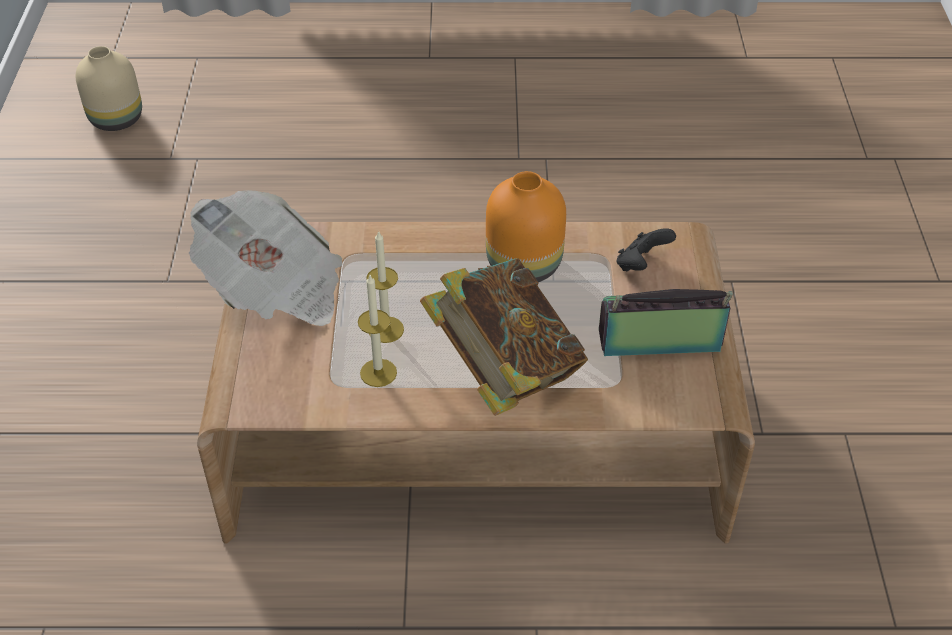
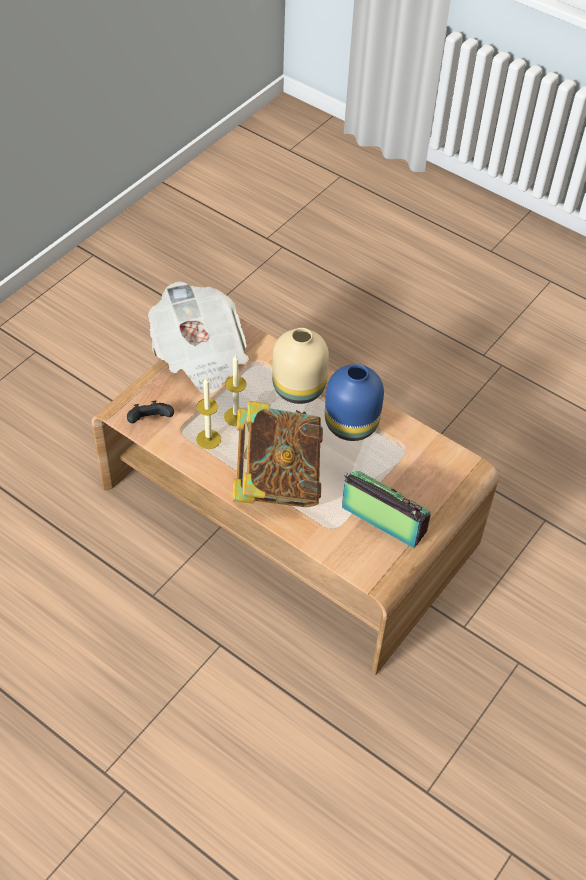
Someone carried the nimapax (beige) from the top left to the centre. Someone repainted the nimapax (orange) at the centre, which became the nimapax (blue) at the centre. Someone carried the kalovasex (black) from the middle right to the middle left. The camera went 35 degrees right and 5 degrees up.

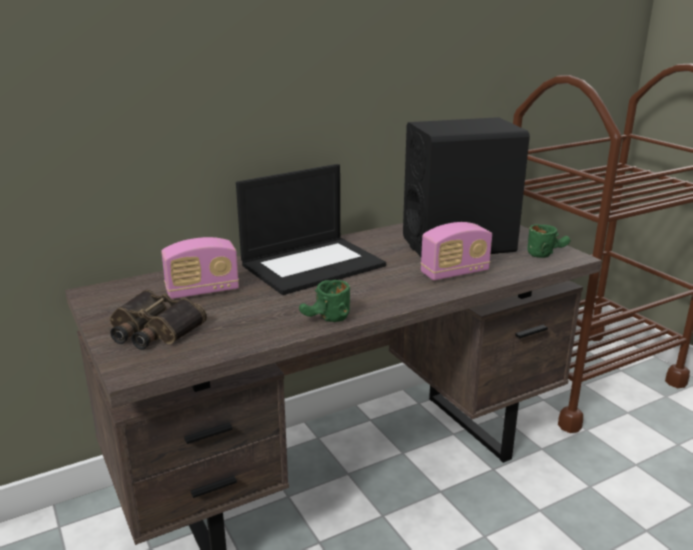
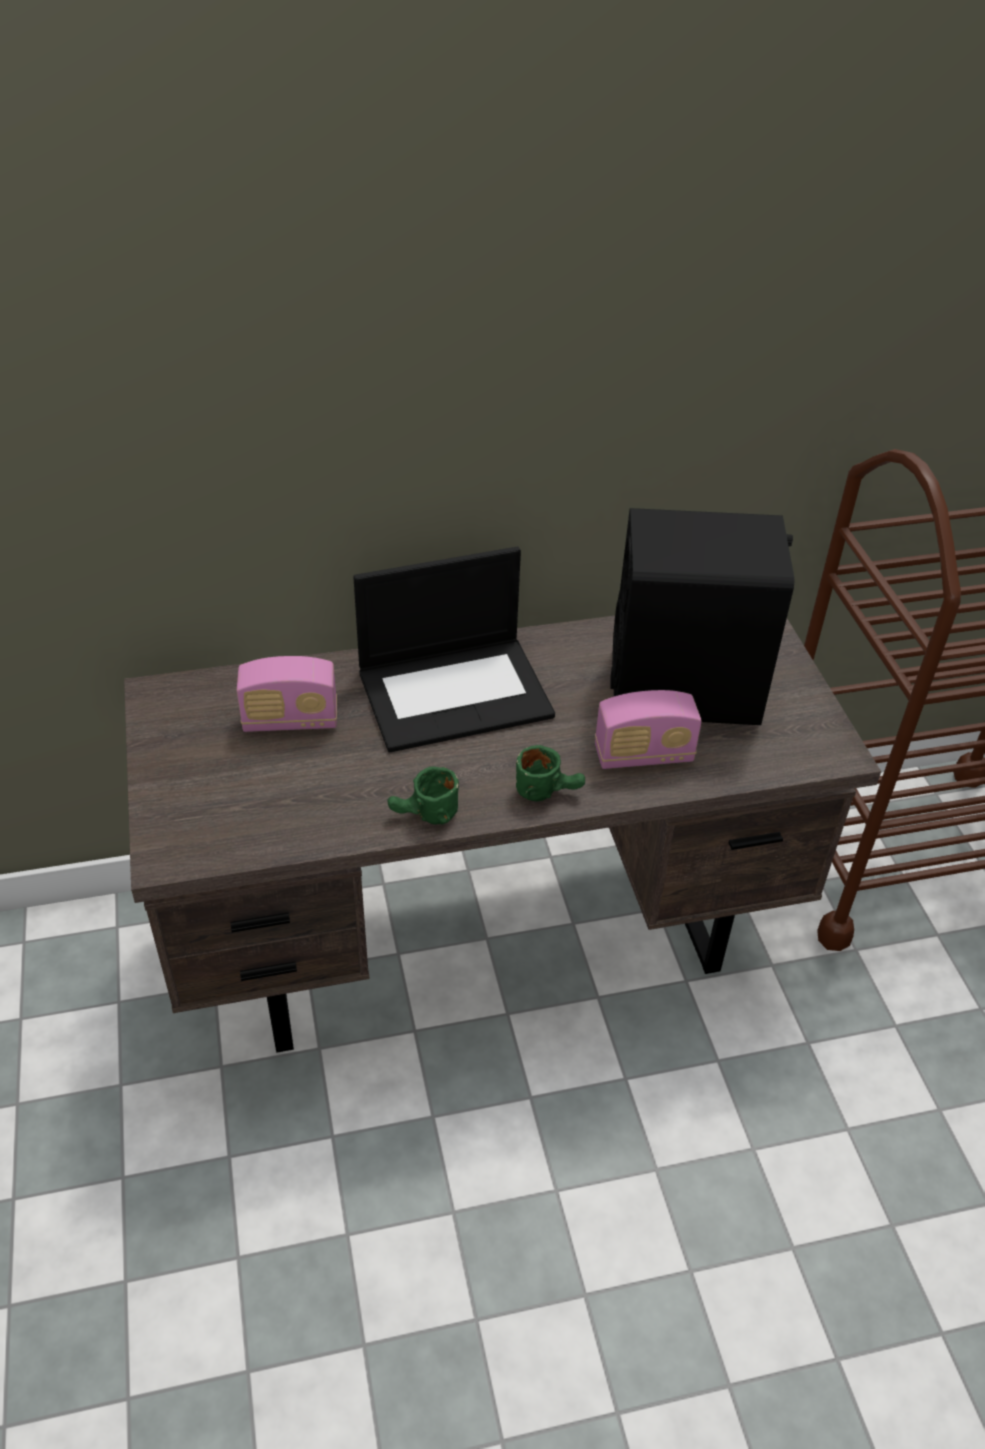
Someone carried the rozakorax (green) (2nd from left) from the middle right to the centre. Someone took away the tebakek at the middle left. The camera went 15 degrees right and 20 degrees up.

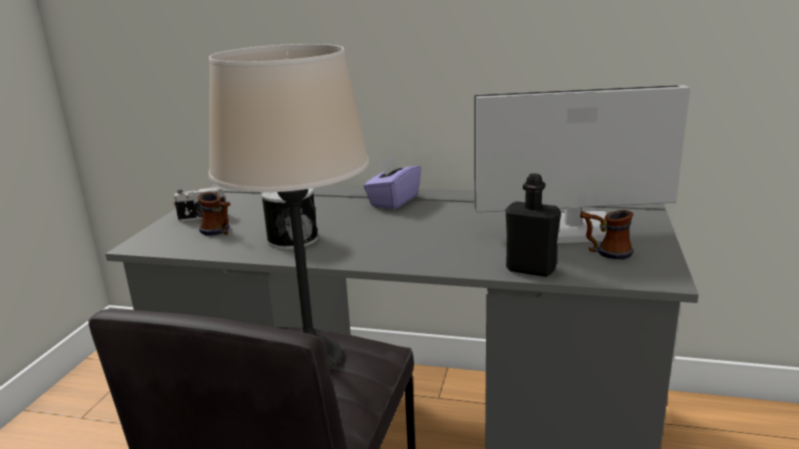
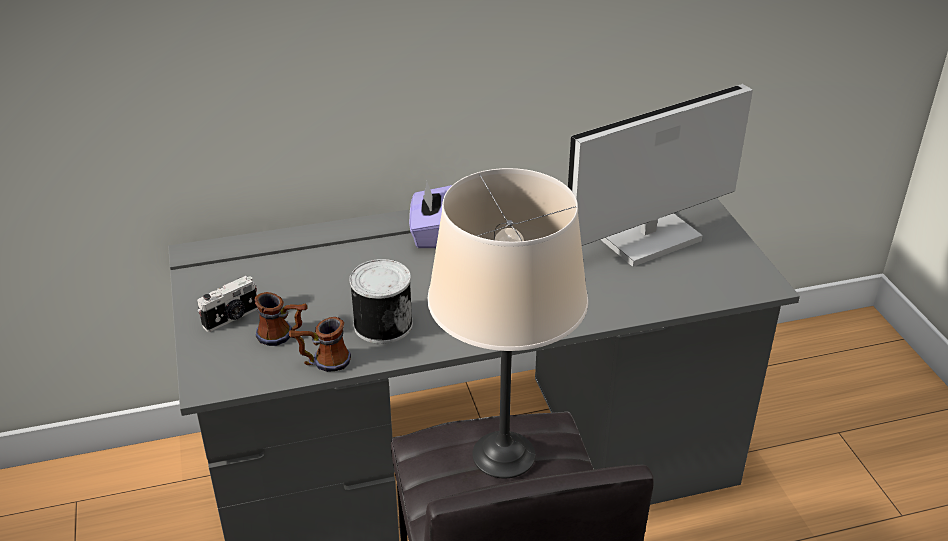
Someone took away the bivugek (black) at the middle right. Someone carried the rozakorax (2nd from left) from the middle right to the centre. The camera went 30 degrees left and 15 degrees up.

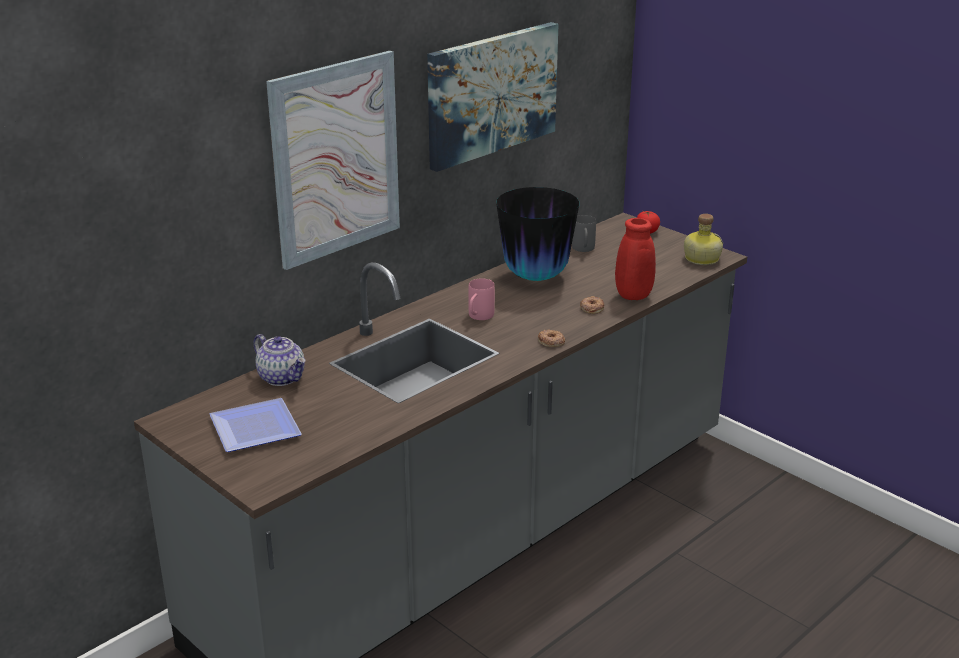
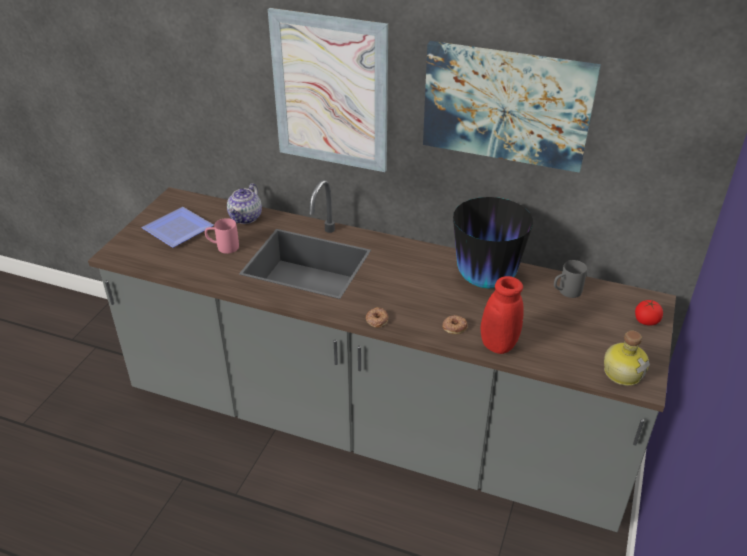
Someone carried the rozakorax (pink) from the centre to the middle left. The camera went 65 degrees right and 10 degrees up.

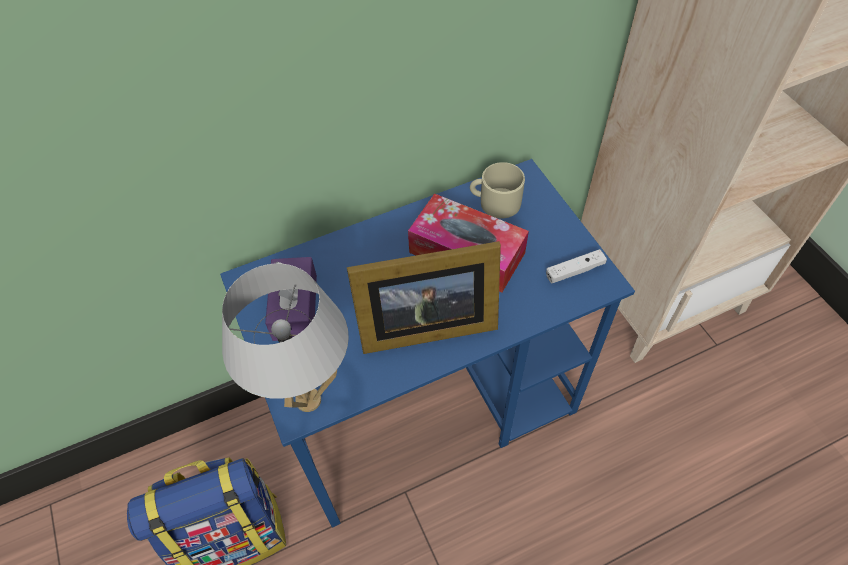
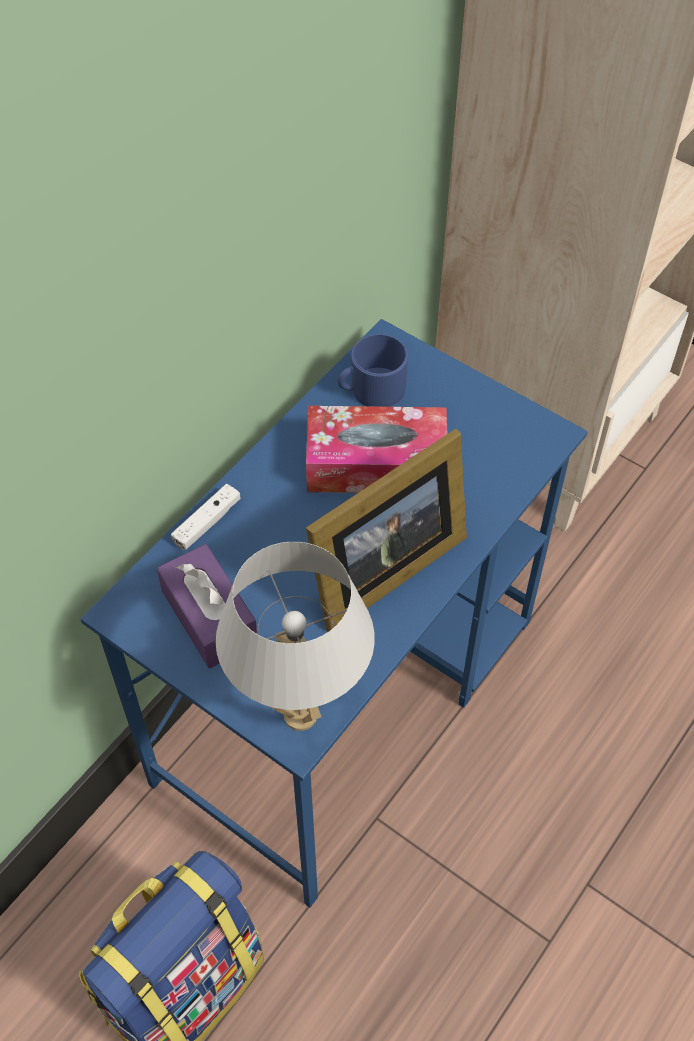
Someone repainted the rozakorax (beige) at the centre, which became the rozakorax (blue) at the centre. Someone carried the kalovasex (white) from the middle right to the middle left. The camera went 30 degrees left and 0 degrees up.

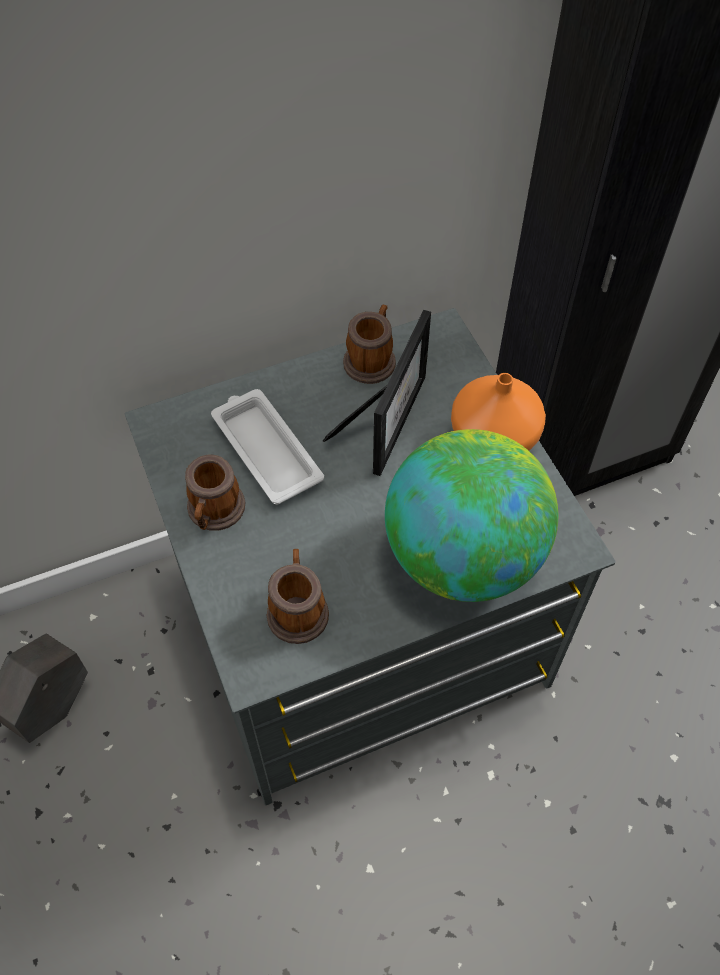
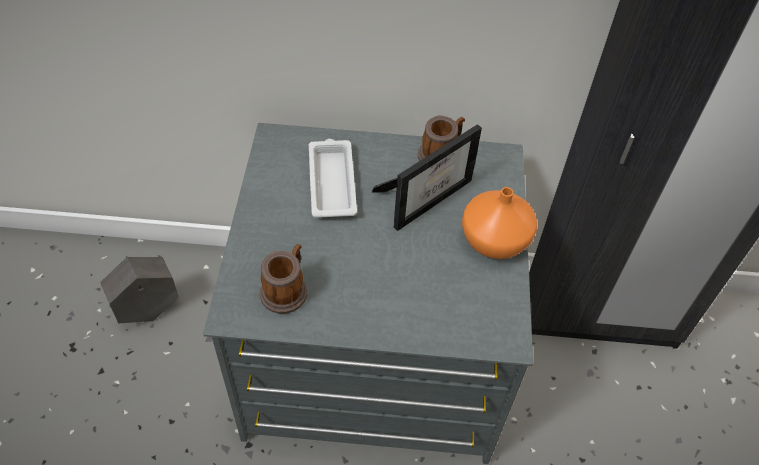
Someone took away the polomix at the centre. Someone took away the rozakorax (1st from left) at the middle left. The camera went 25 degrees right and 5 degrees down.

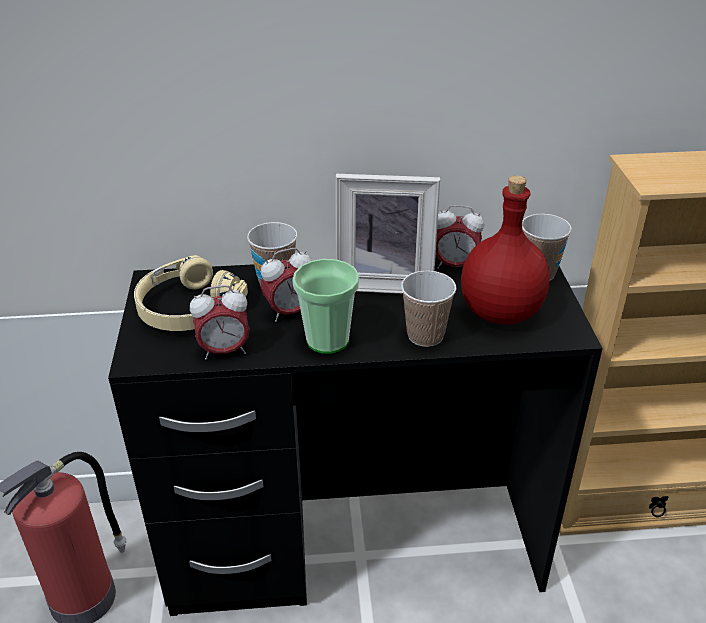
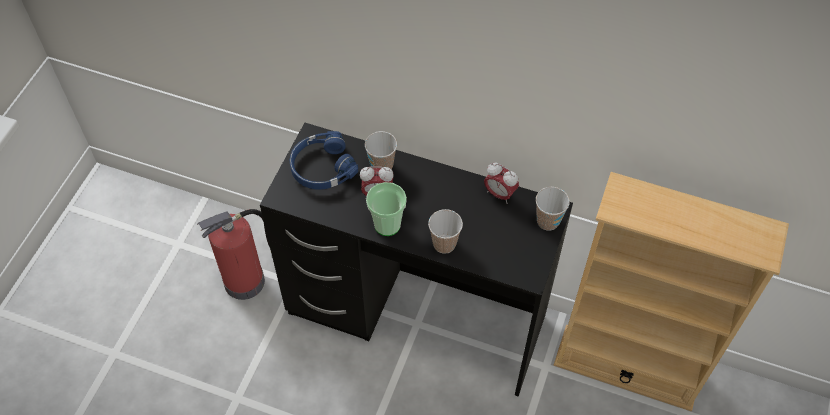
Someone took away the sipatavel at the centre. Someone took away the bivugek (red) at the middle right. Someone repainted the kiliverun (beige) at the middle left, which became the kiliverun (blue) at the centre. Someone took away the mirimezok (1st from left) at the middle left. The camera went 25 degrees right and 20 degrees up.

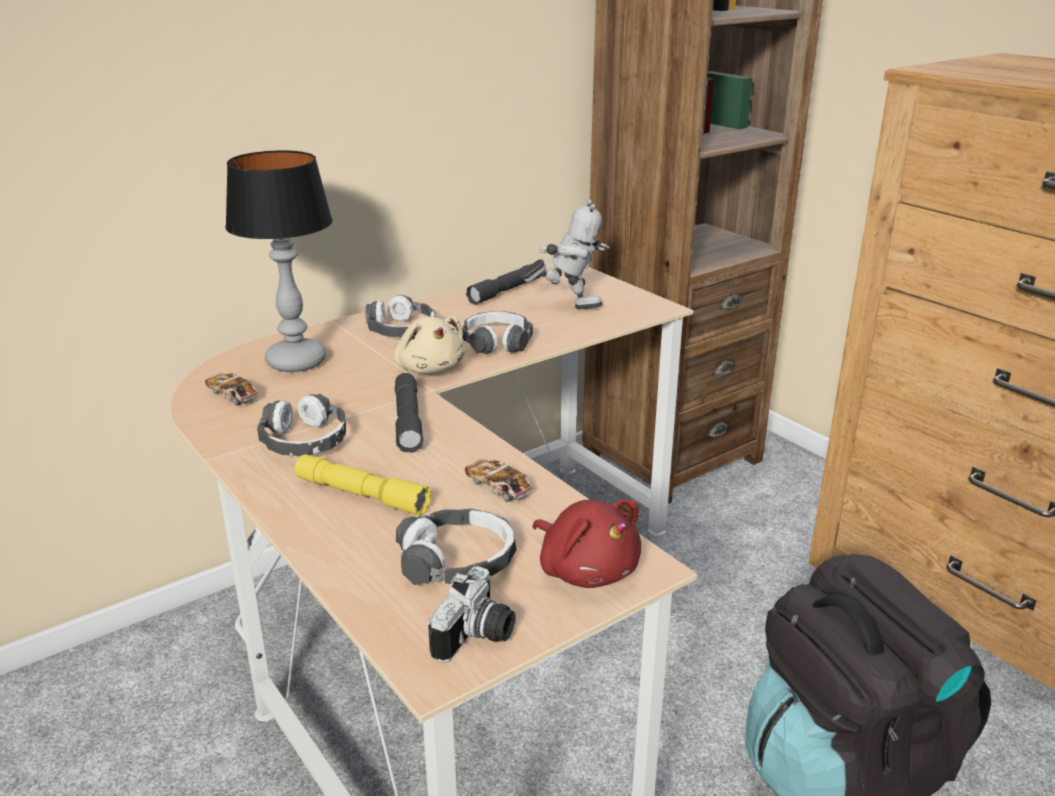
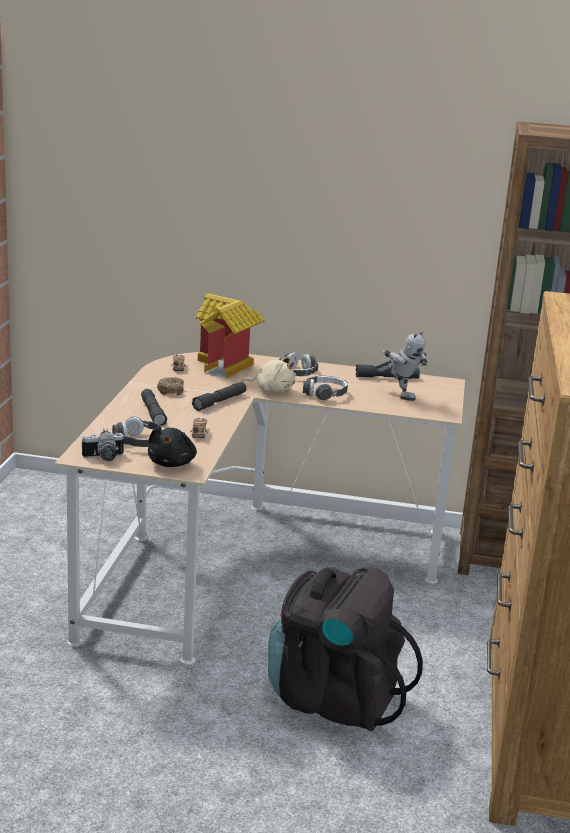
Someone swapped the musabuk at the top left for the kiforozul at the centre. Someone rotated the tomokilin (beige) at the centre by 90 degrees counterclockwise. Someone swapped the kiliverun (1st from left) at the middle left for the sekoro at the middle left. Someone repainted the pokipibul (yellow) at the centre, which became the pokipibul (grey) (1st from left) at the middle left. Someone repainted the tomokilin (red) at the bottom centre, which became the tomokilin (black) at the middle left. The camera went 45 degrees right and 5 degrees down.

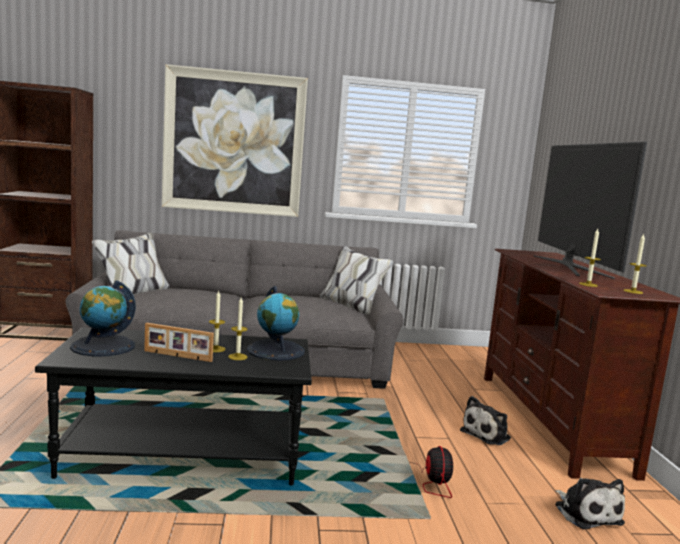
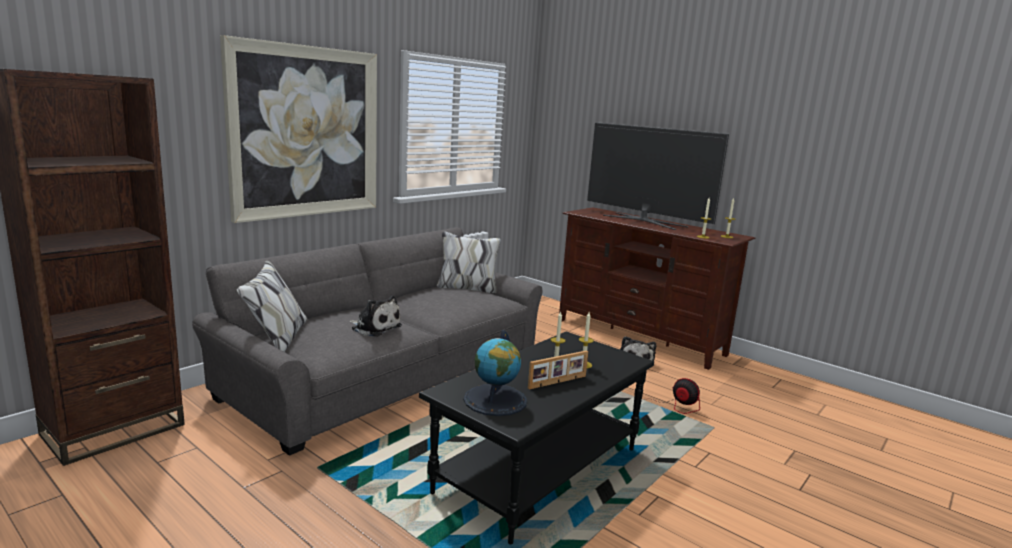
Someone took away the polomix (2nd from left) at the centre. Someone carried the tomokilin (2nd from left in the first image) from the bottom right to the centre. The camera went 45 degrees left and 5 degrees up.

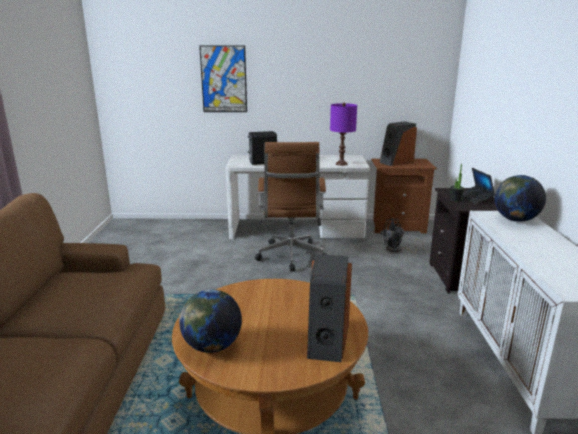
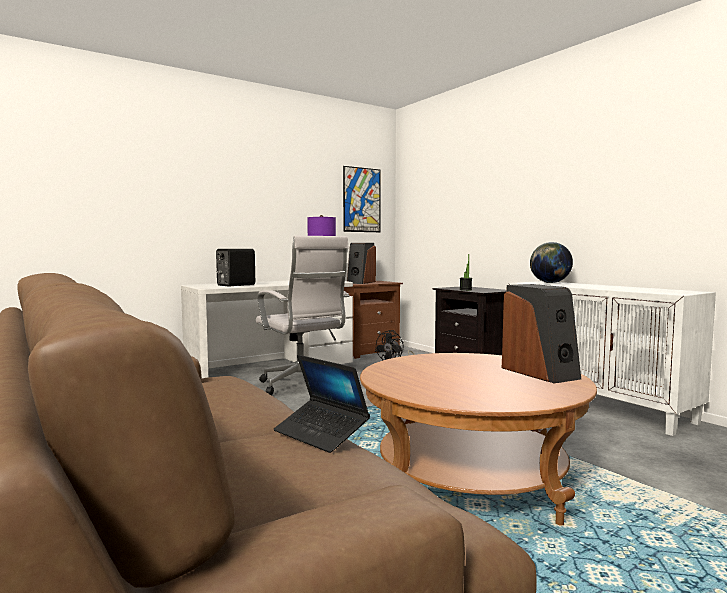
Someone carried the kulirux from the top centre to the centre. Someone repainted the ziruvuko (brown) at the centre, which became the ziruvuko (white) at the centre. Someone carried the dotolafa from the middle right to the bottom centre. Someone took away the polomix (1st from left) at the bottom centre. The camera went 35 degrees left and 15 degrees down.

